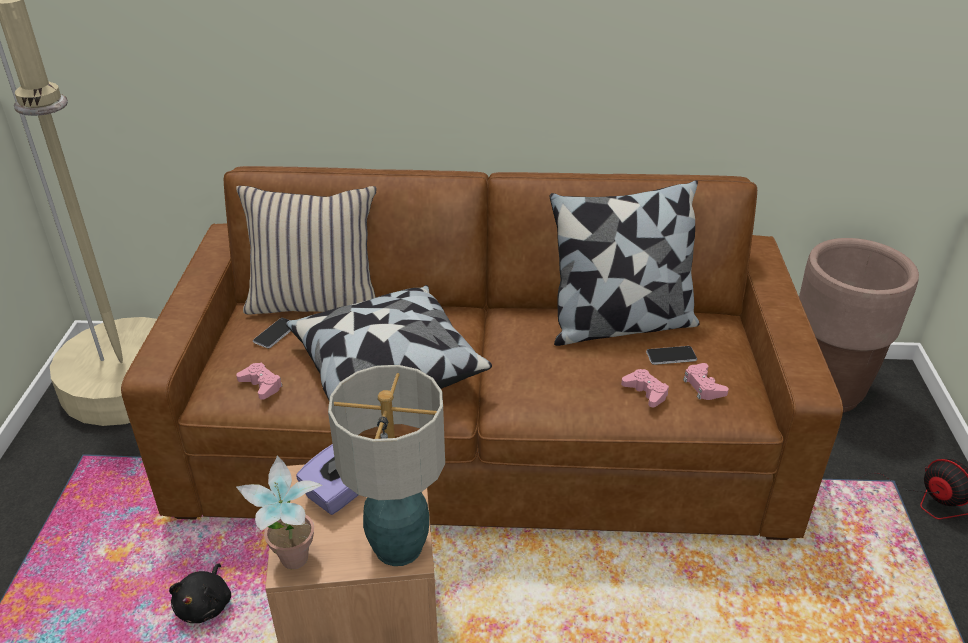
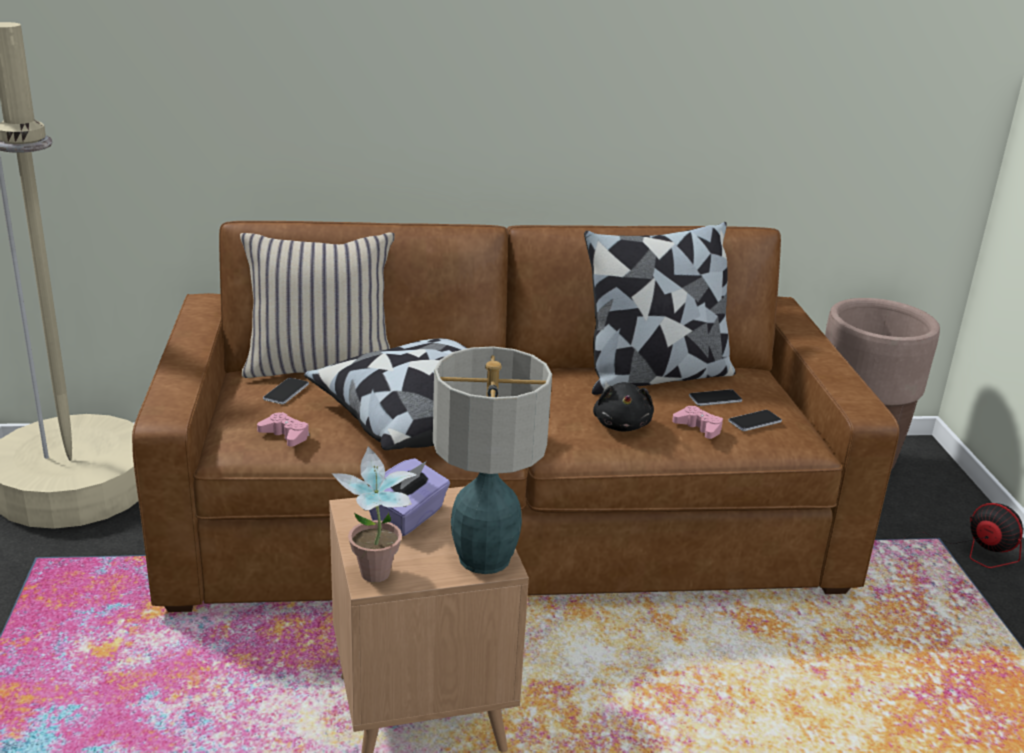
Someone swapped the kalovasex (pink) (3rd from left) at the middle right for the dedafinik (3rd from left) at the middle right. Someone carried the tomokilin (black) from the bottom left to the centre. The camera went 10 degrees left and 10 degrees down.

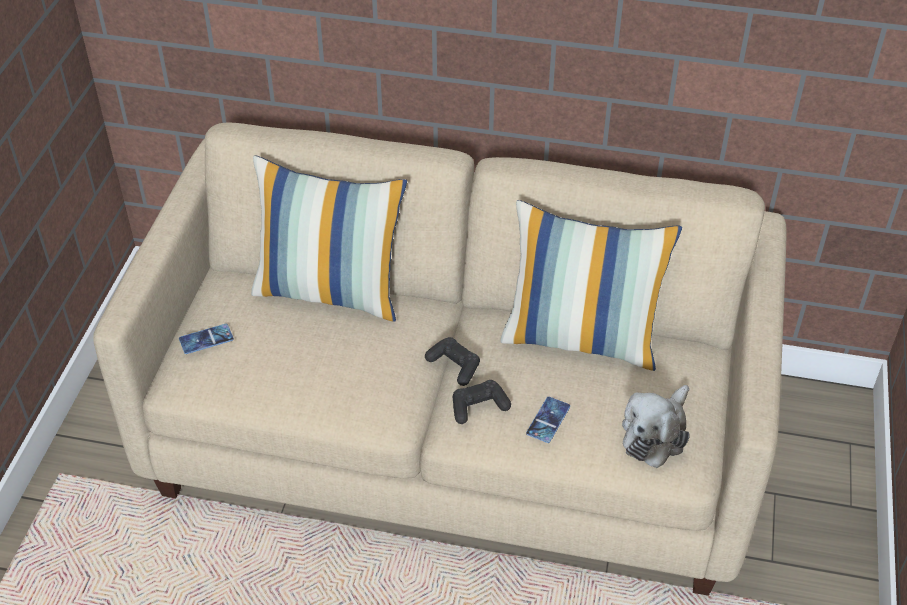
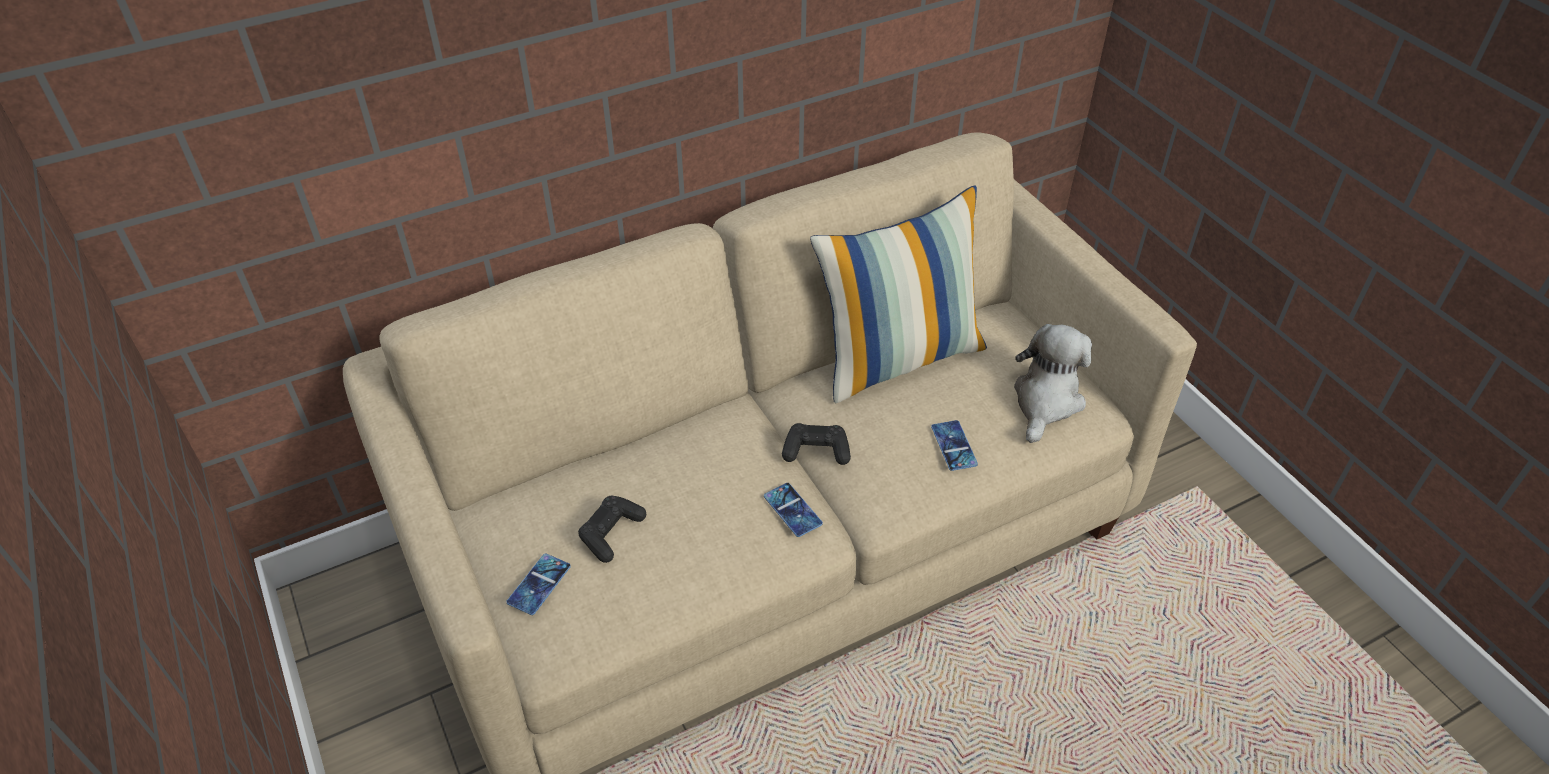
Someone took away the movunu (1st from left) at the centre. Someone carried the kalovasex (black) (2nd from left in the first image) from the centre to the bottom centre. Someone rotated the tomokilin at the bottom right by 150 degrees counterclockwise. Someone put down the dedafinik (2nd from left) at the centre. The camera went 40 degrees left and 0 degrees up.

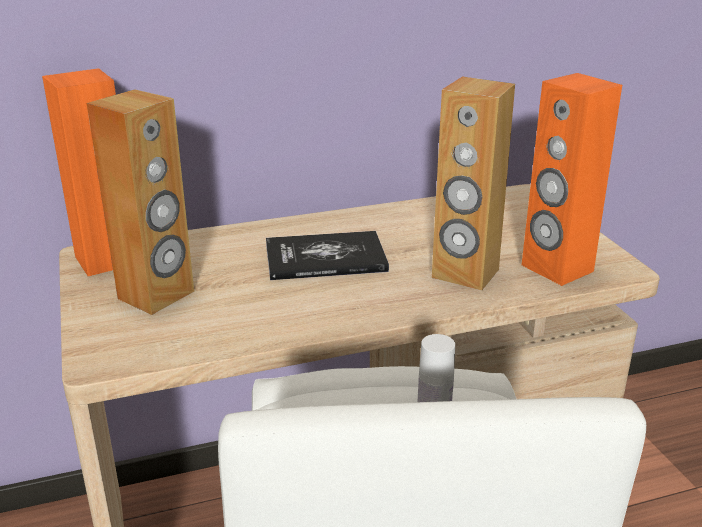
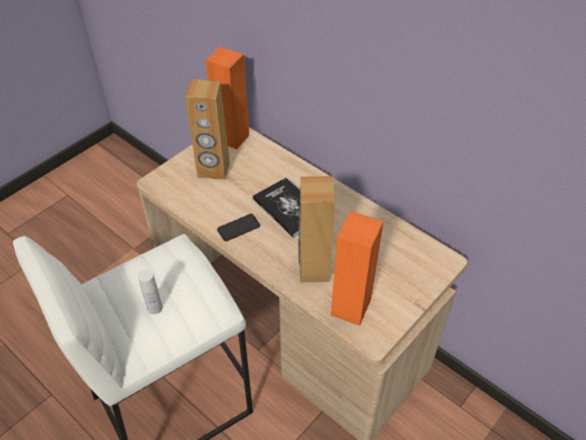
Someone put down the dedafinik at the centre. The camera went 60 degrees right and 20 degrees up.

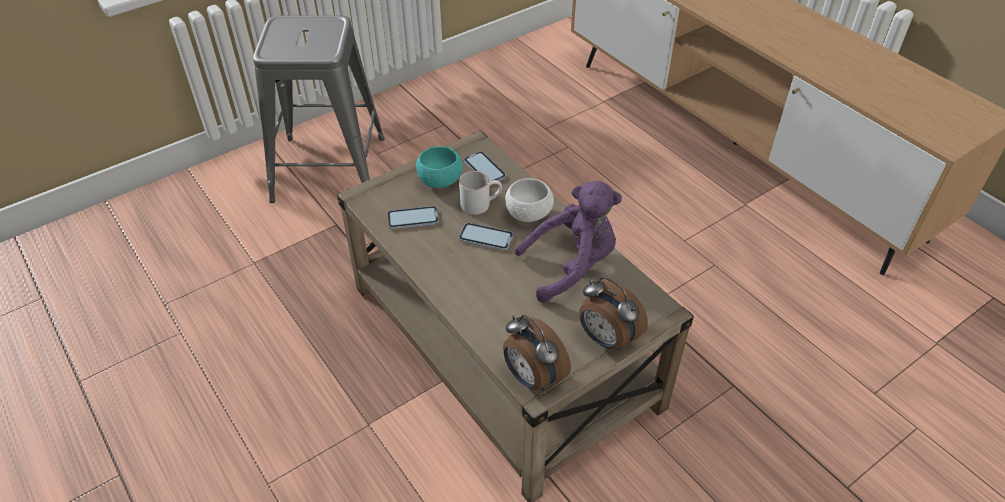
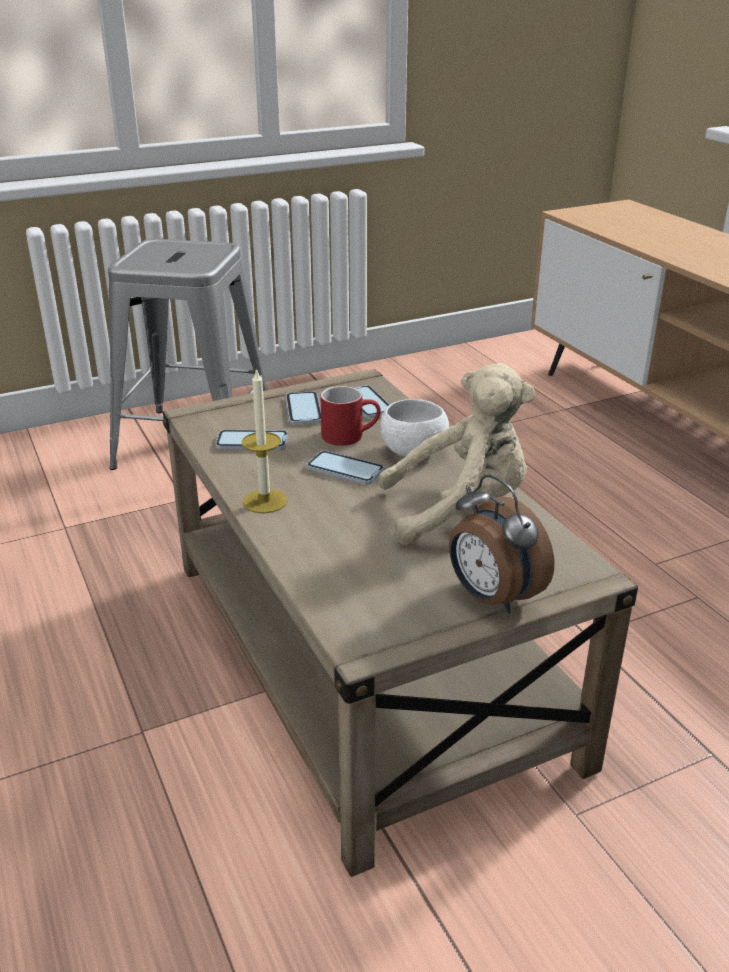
Someone swapped the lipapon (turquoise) at the top centre for the dedafinik (2nd from left) at the centre. Someone repainted the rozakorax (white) at the centre, which became the rozakorax (red) at the centre. Someone repainted the tomokilin (purple) at the centre, which became the tomokilin (beige) at the centre. Someone took away the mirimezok (1st from left) at the bottom centre. Someone put down the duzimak at the centre. The camera went 10 degrees right and 15 degrees down.

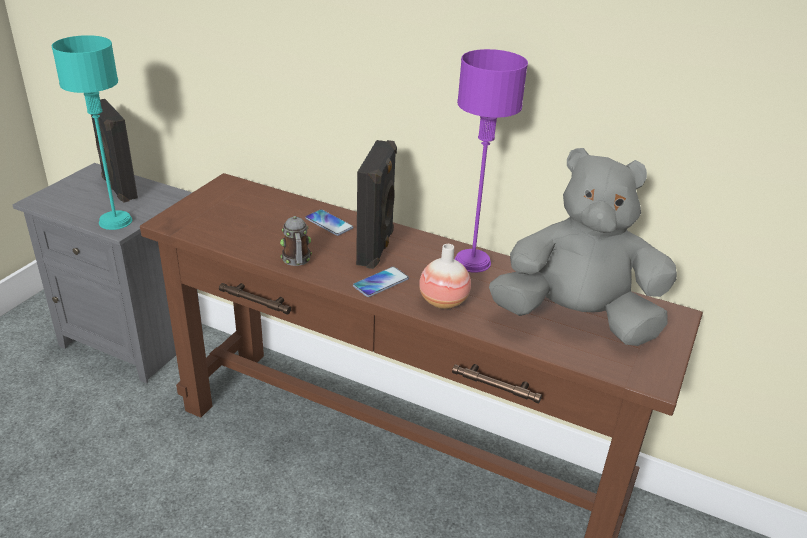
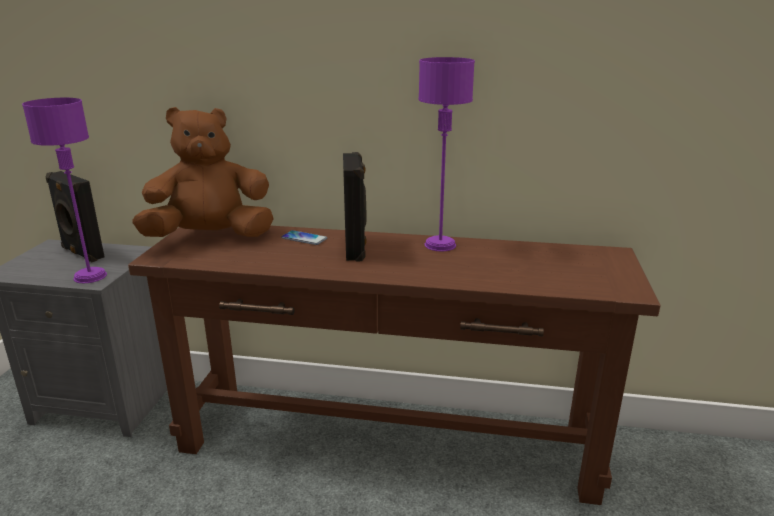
Someone repainted the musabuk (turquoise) at the top left, which became the musabuk (purple) (1st from left) at the middle left. Someone took away the tomokilin (grey) at the middle right. Someone took away the rozakorax at the centre. Someone took away the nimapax at the centre. Someone took away the dedafinik (2nd from left) at the centre. Someone put down the tomokilin (brown) at the middle left. The camera went 15 degrees left and 10 degrees down.

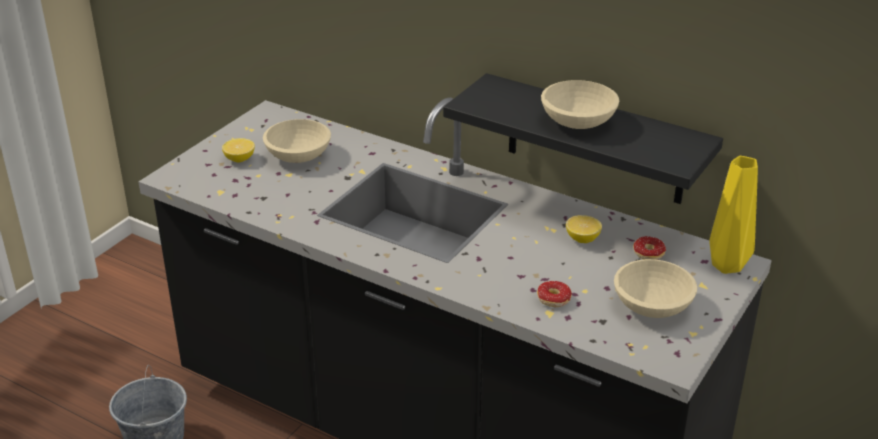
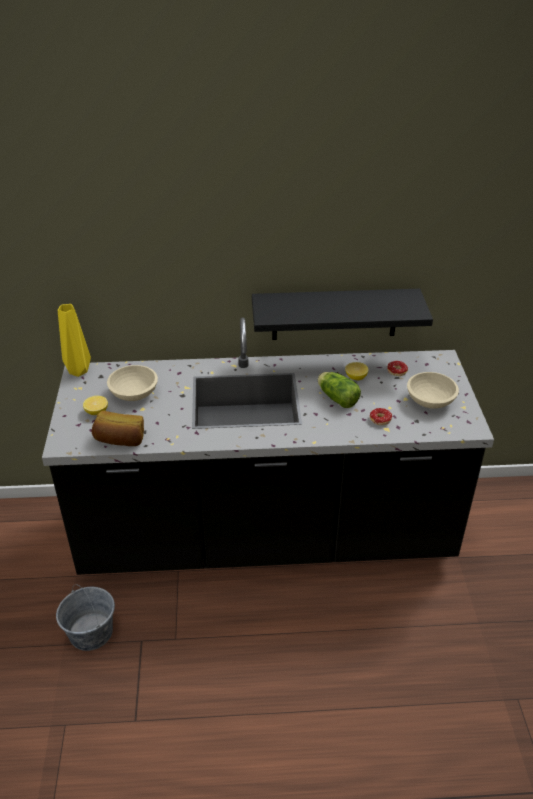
Someone took away the lipapon (beige) (2nd from left) at the top centre. Someone carried the nimapax (yellow) from the middle right to the middle left. Someone put down the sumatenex at the centre. Someone put down the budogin at the middle left. The camera went 35 degrees left and 5 degrees up.

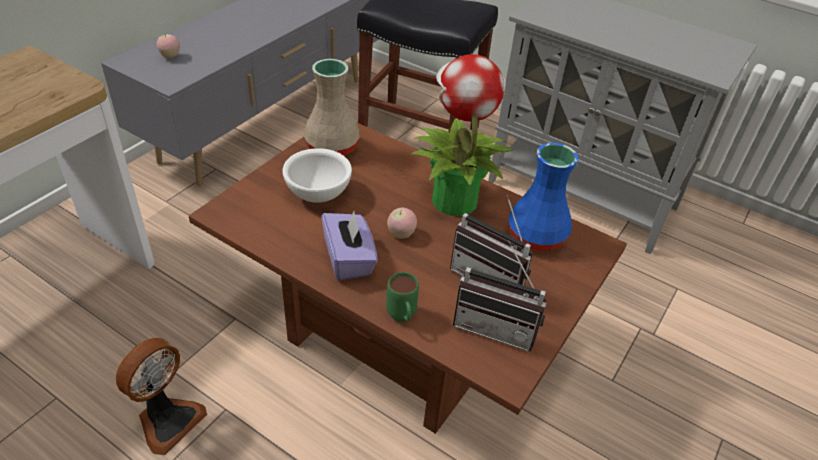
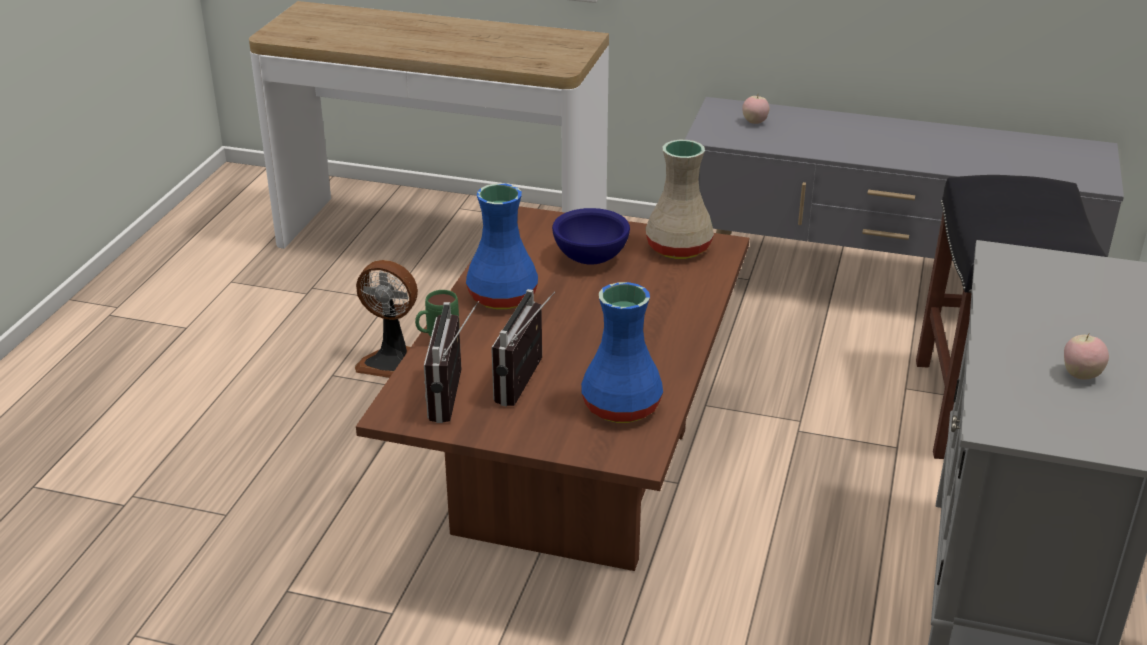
Someone took away the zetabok at the top centre. Someone repainted the lipapon (white) at the centre, which became the lipapon (blue) at the centre. Someone carried the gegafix (2nd from left) from the centre to the middle right. Someone swapped the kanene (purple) at the centre for the nimapax (blue) (1st from left) at the centre. The camera went 75 degrees right and 10 degrees down.

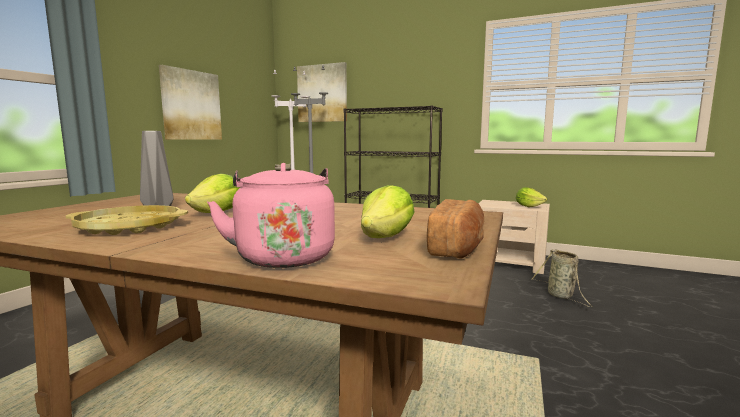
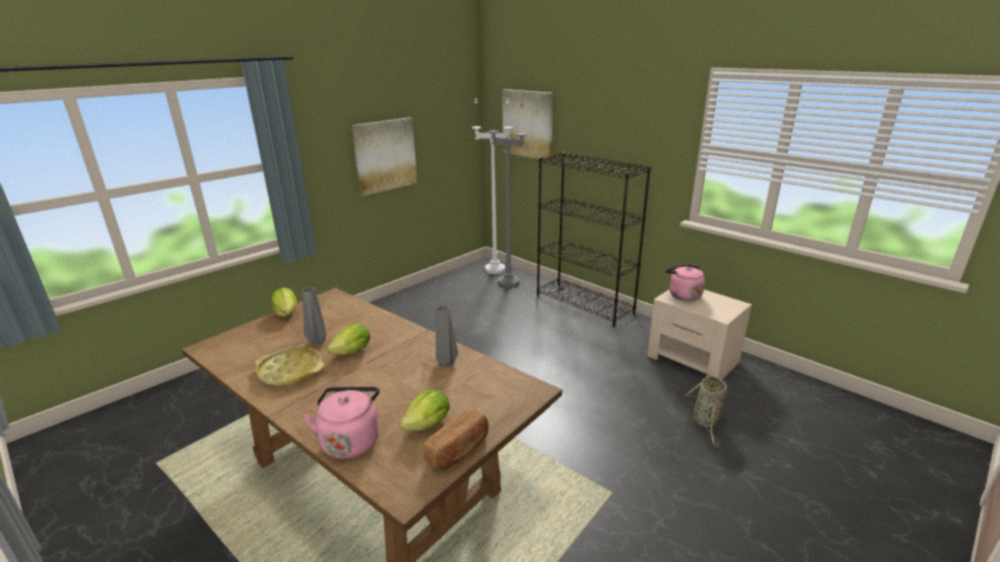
Someone carried the sumatenex (3rd from left in the first image) from the middle right to the middle left. Someone put down the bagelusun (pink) (2nd from left) at the middle right. Someone put down the nimapax (grey) (2nd from left) at the centre. The camera went 20 degrees right and 15 degrees up.

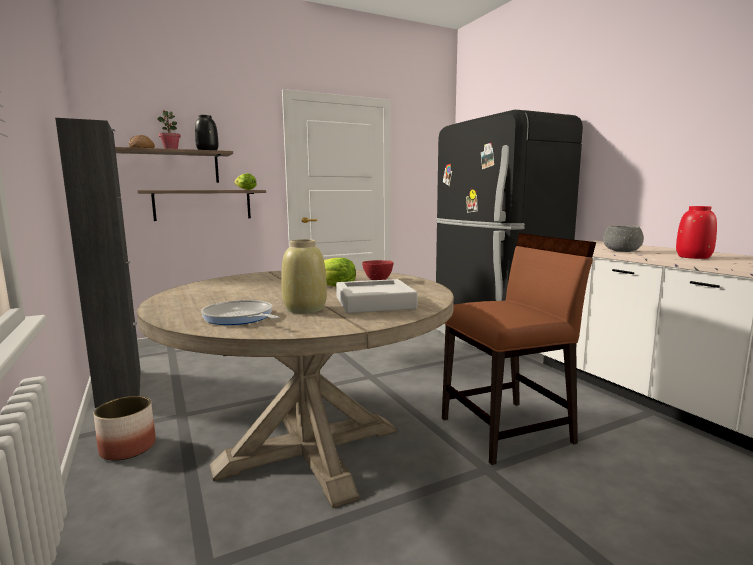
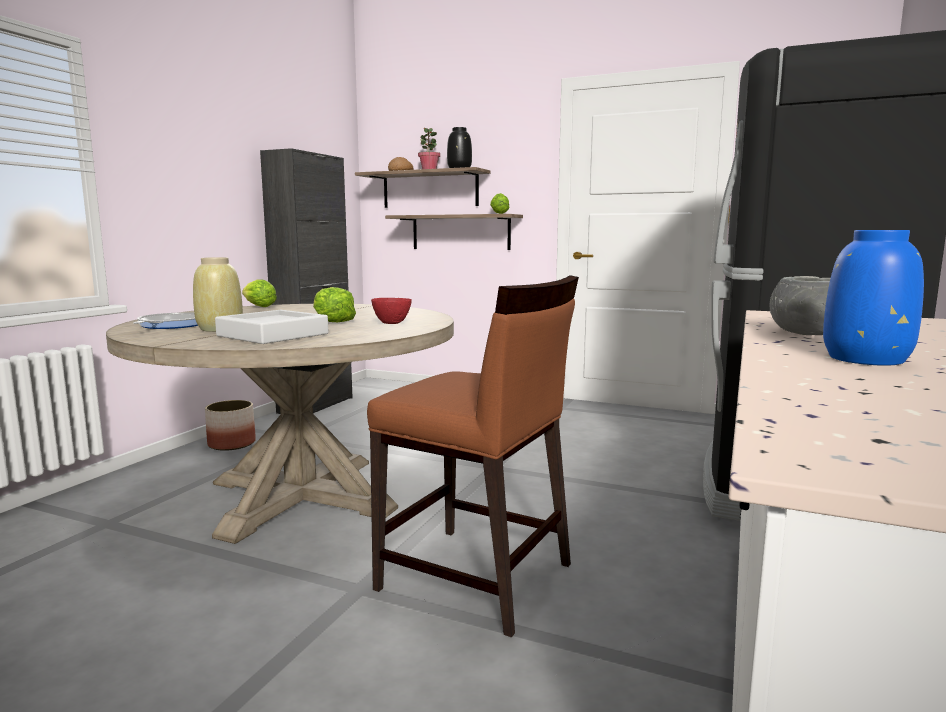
Someone repainted the nimapax (red) at the middle right, which became the nimapax (blue) at the middle right. Someone put down the sumatenex (1st from left) at the middle left. The camera went 50 degrees right and 0 degrees up.

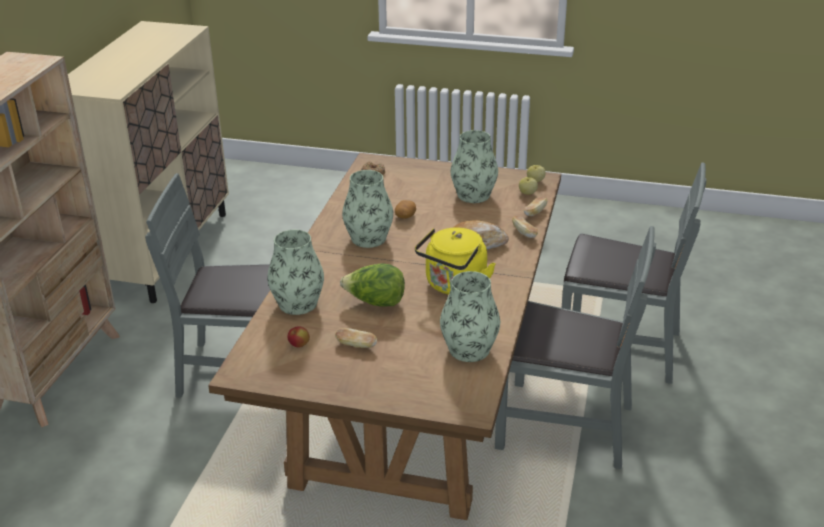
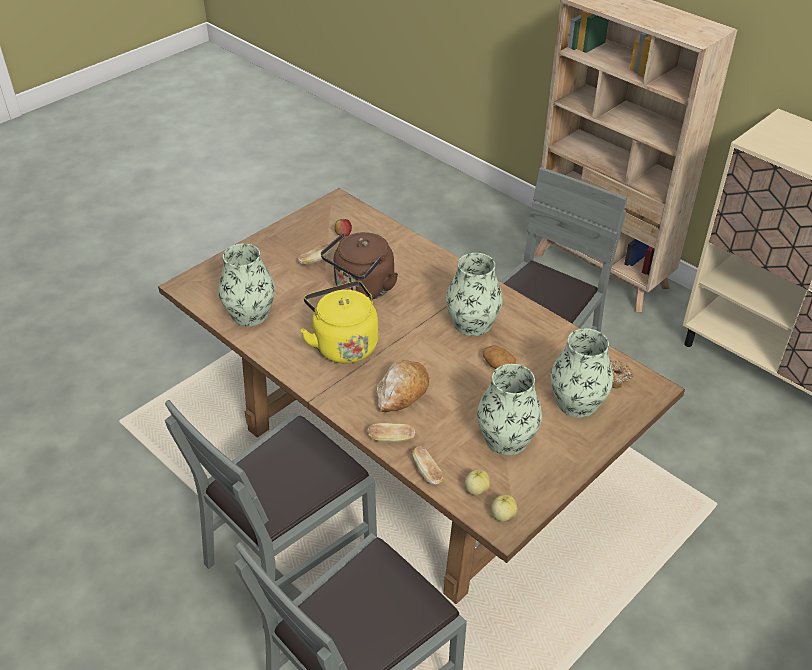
Someone carried the nimapax (1st from left in the first image) from the centre to the middle right. Someone swapped the sumatenex at the centre for the bagelusun (brown) at the centre. The camera went 120 degrees right and 10 degrees up.

